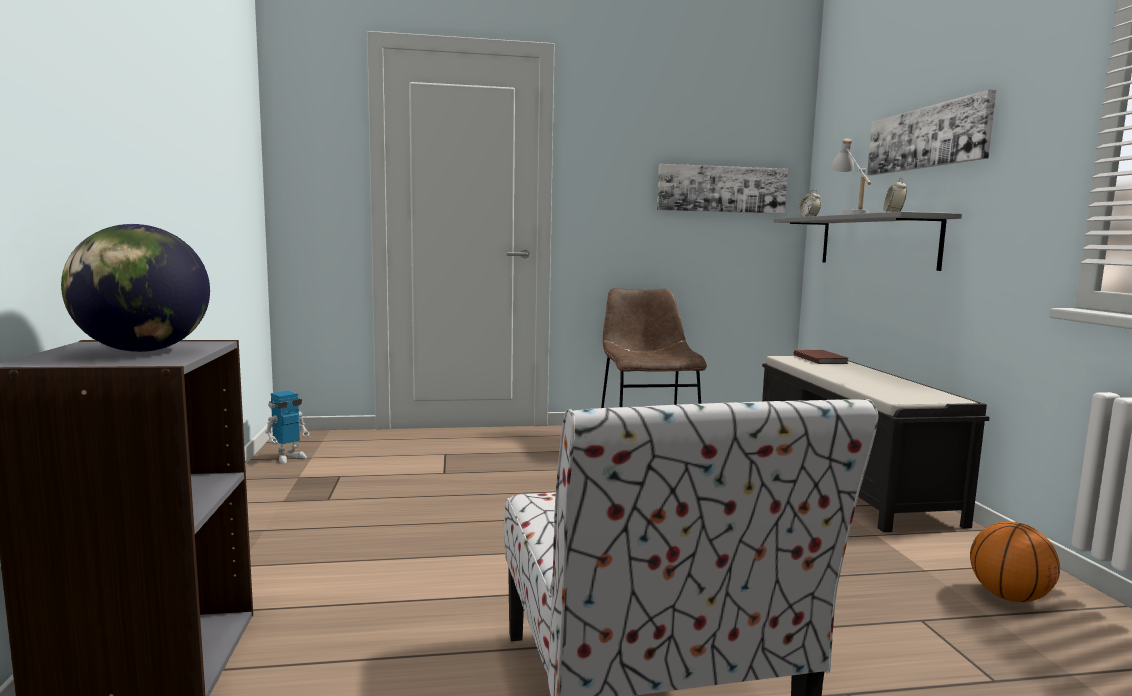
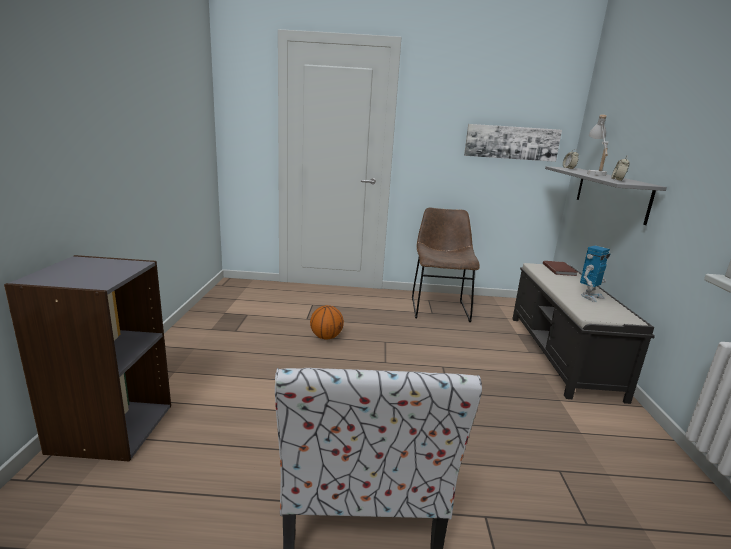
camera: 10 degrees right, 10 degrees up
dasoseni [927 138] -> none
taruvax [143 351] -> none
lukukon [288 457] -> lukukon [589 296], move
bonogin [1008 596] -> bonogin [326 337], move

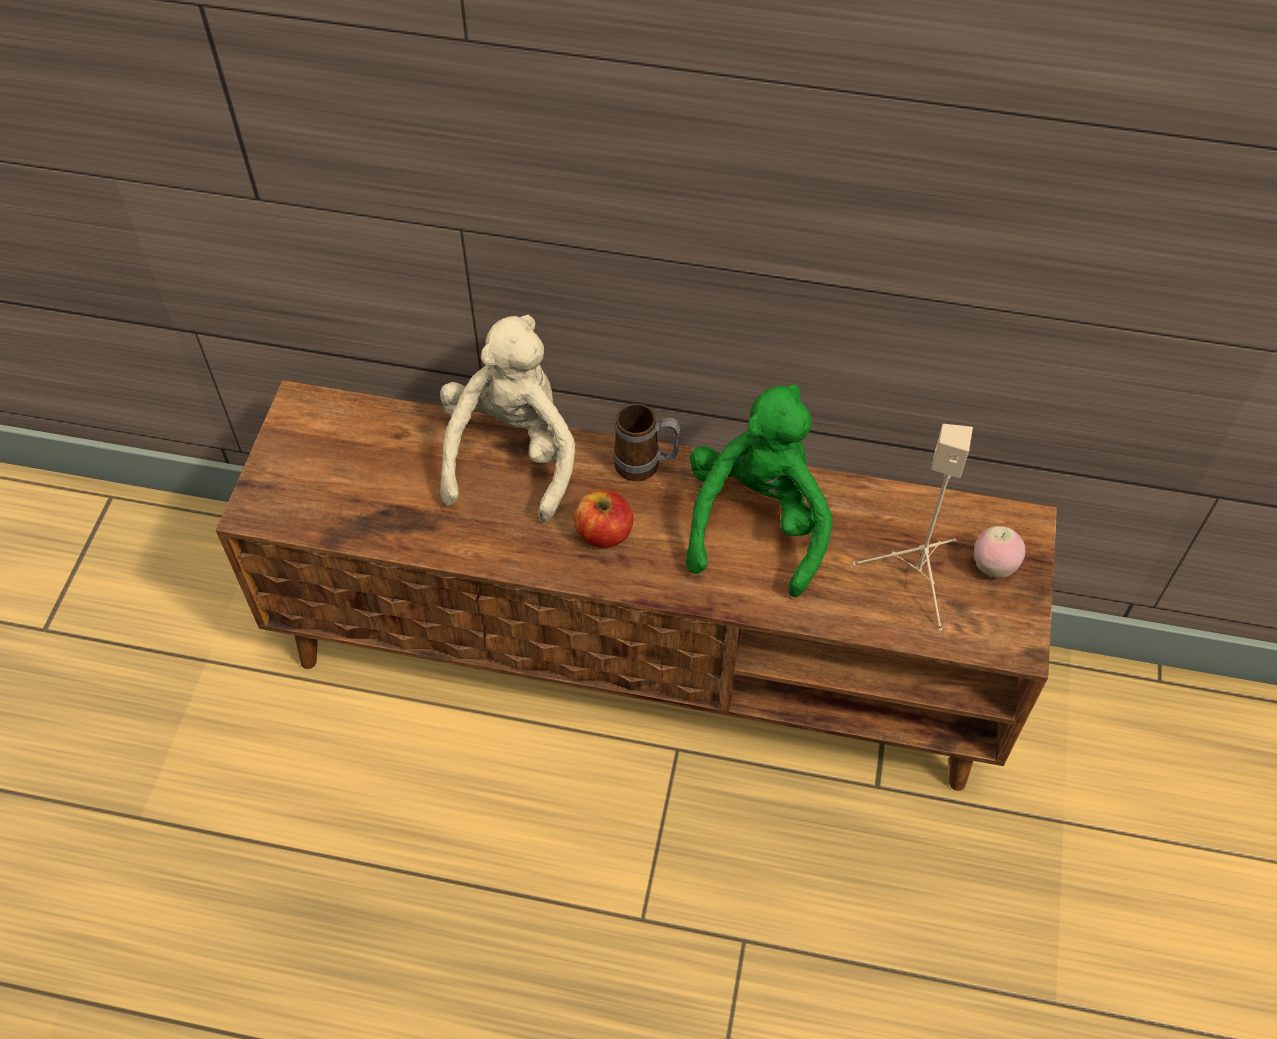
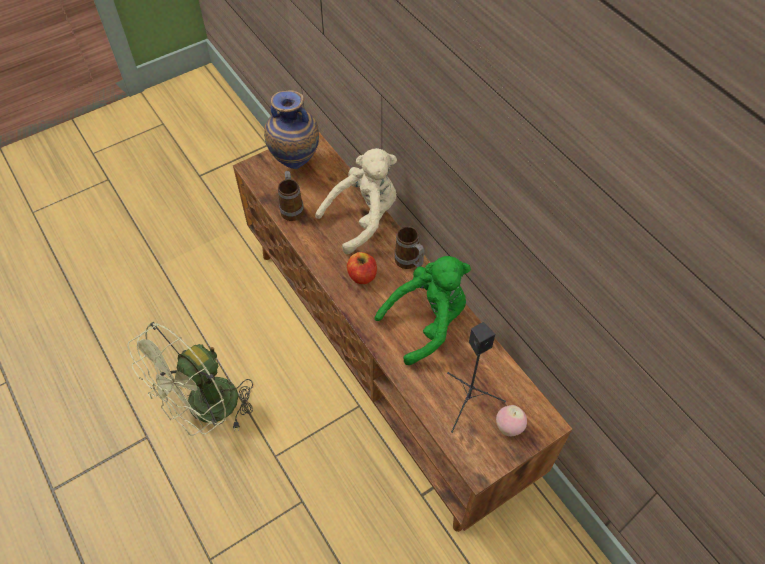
camera: 45 degrees right, 0 degrees up
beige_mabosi [916 576] -> black_mabosi [469 401]
none -> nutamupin [296 163]
none -> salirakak [292 208]
none -> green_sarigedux [205 410]

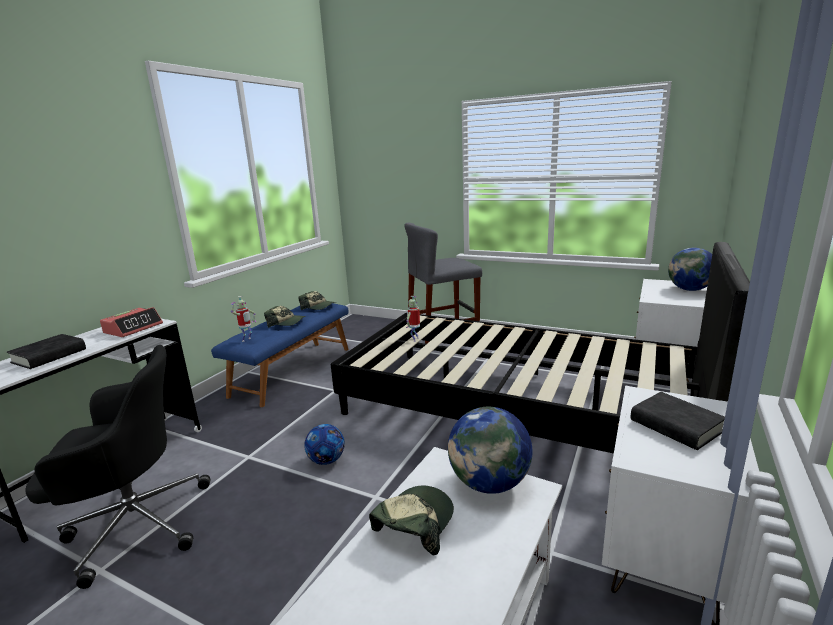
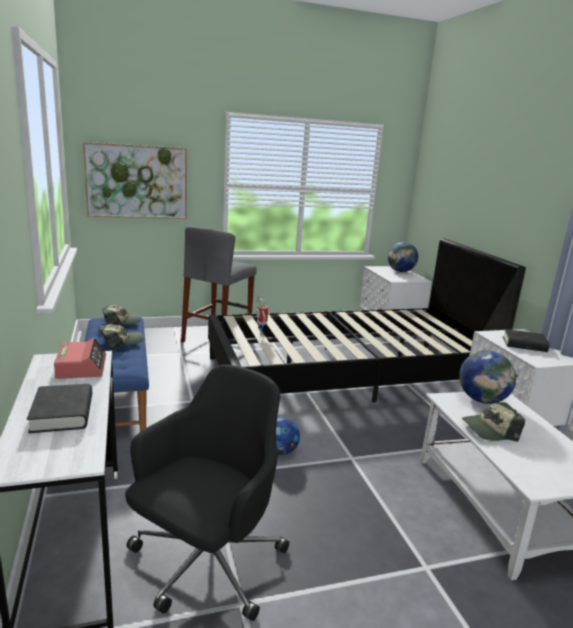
camera: 45 degrees left, 0 degrees up
lukukon [247 340] -> none
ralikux [414 524] -> ralikux [490 430], 90 degrees counterclockwise
none -> dasoseni [137 181]

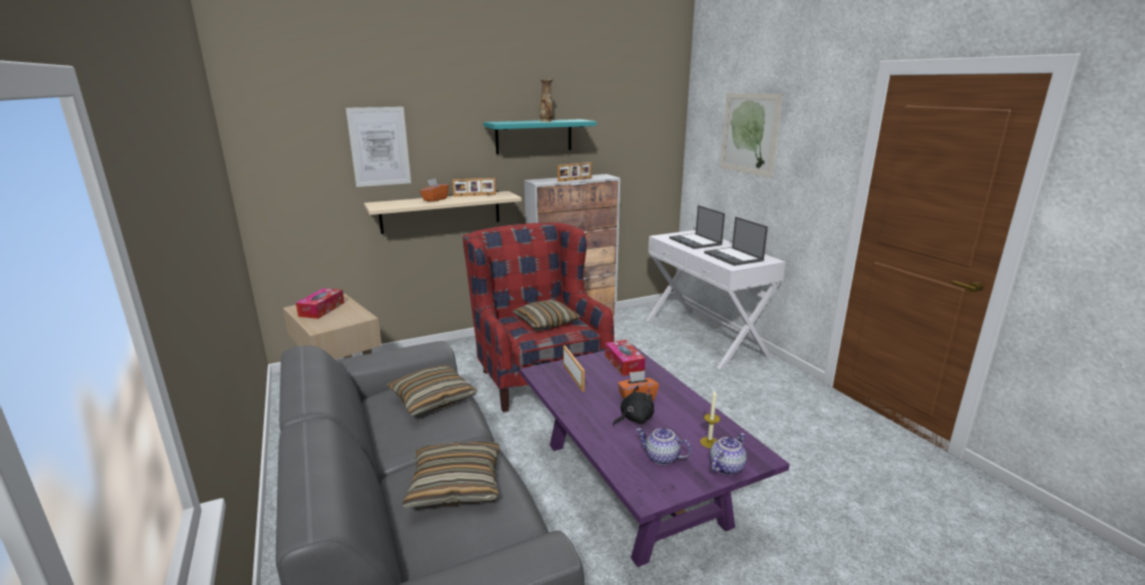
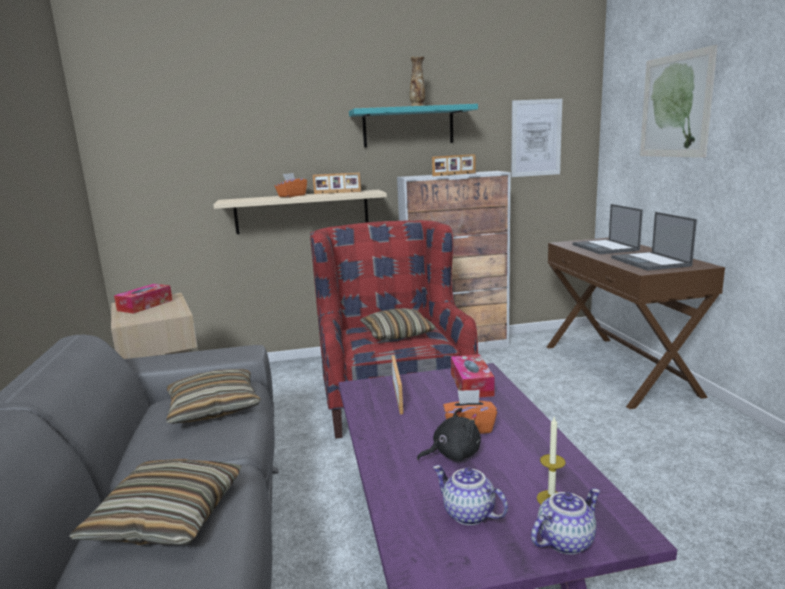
camera: 15 degrees right, 5 degrees down
dasoseni [379 146] -> dasoseni [536 138], move
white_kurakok [704 337] -> brown_kurakok [618 369]

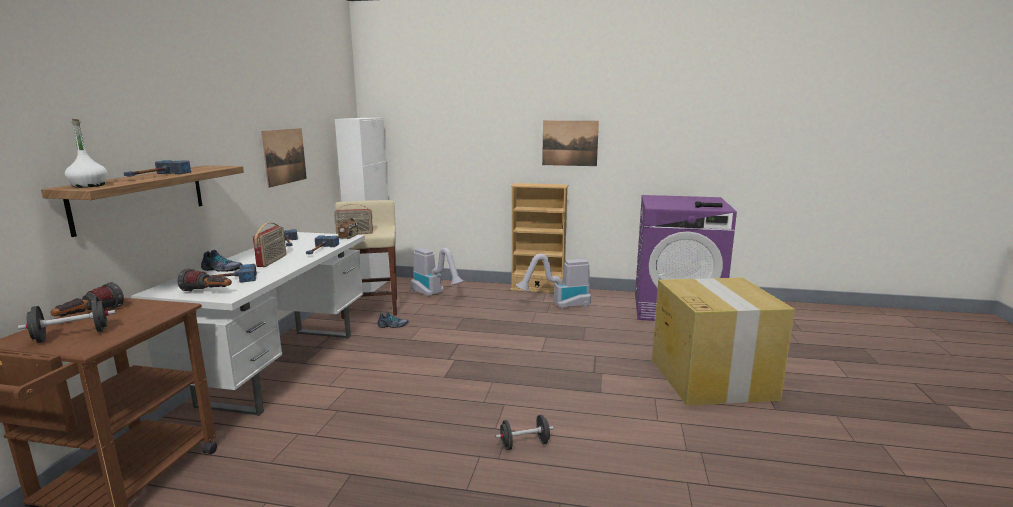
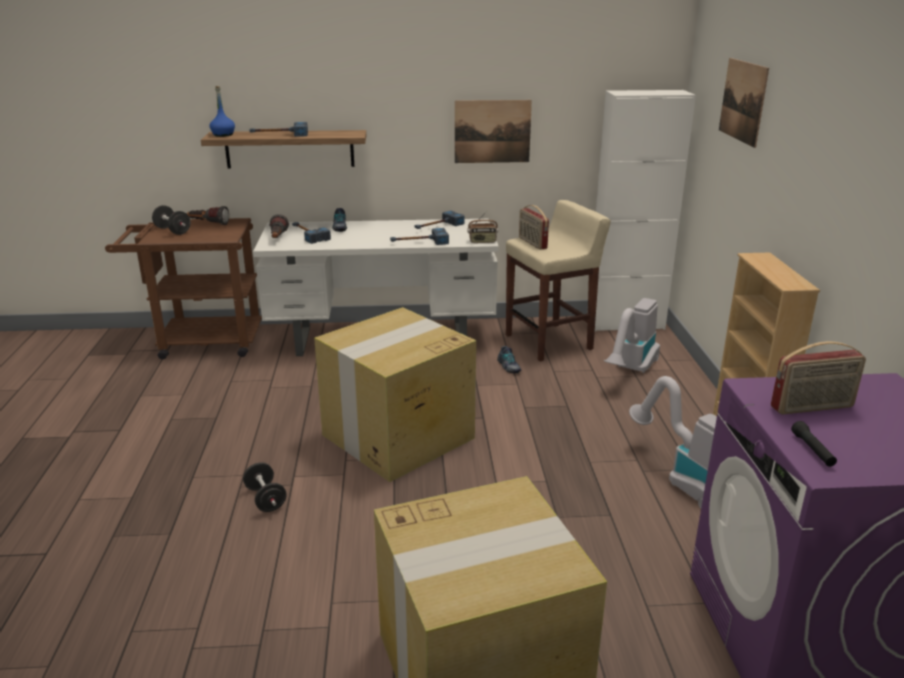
camera: 75 degrees right, 10 degrees up
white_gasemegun [89 185] -> blue_gasemegun [223 135]
dasoseni [570 143] -> dasoseni [743 101], move
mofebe [272 261] -> mofebe [812 408], move
none -> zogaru [396 437]

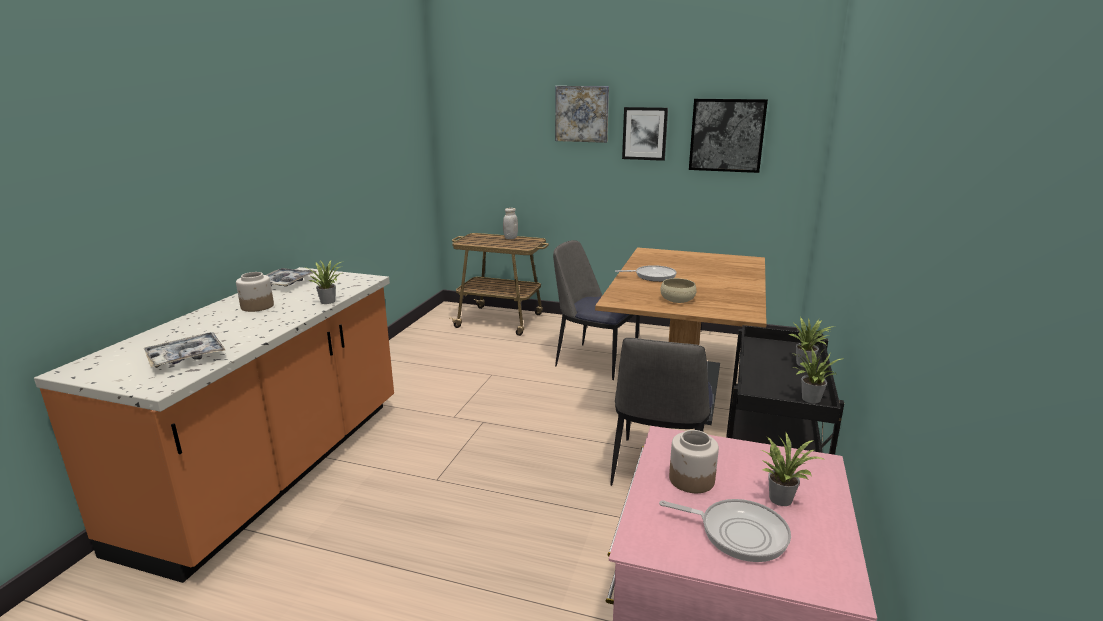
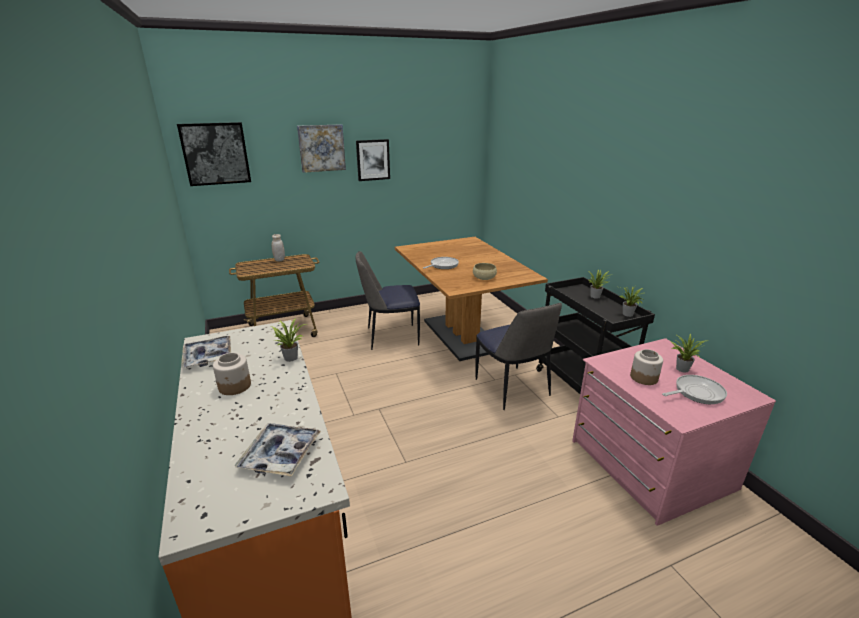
camera: 40 degrees left, 5 degrees up
dasoseni [727 135] -> dasoseni [215 154], move

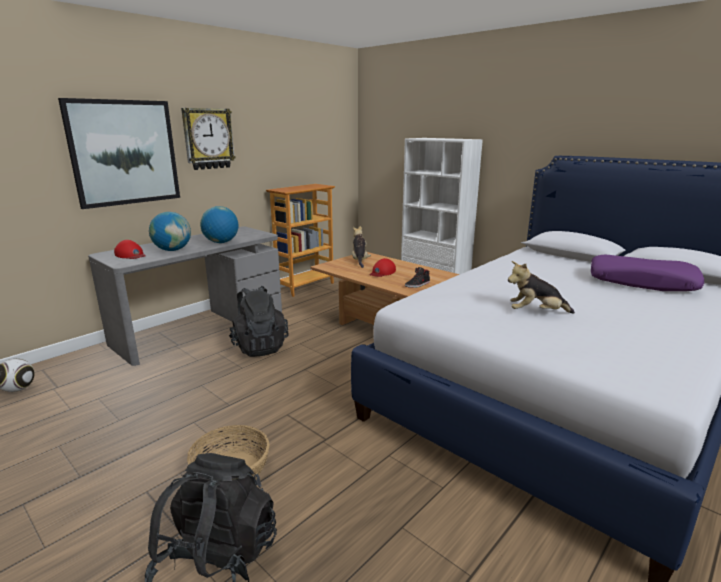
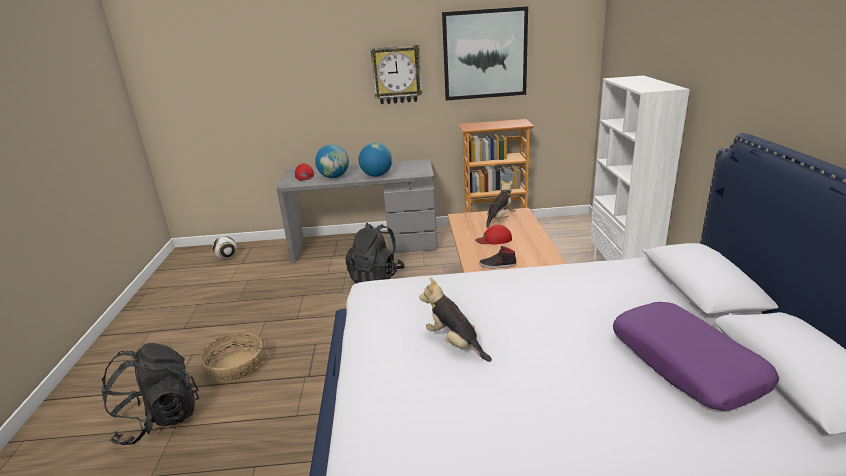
camera: 45 degrees right, 5 degrees up
dasoseni [124 153] -> dasoseni [485 54], move

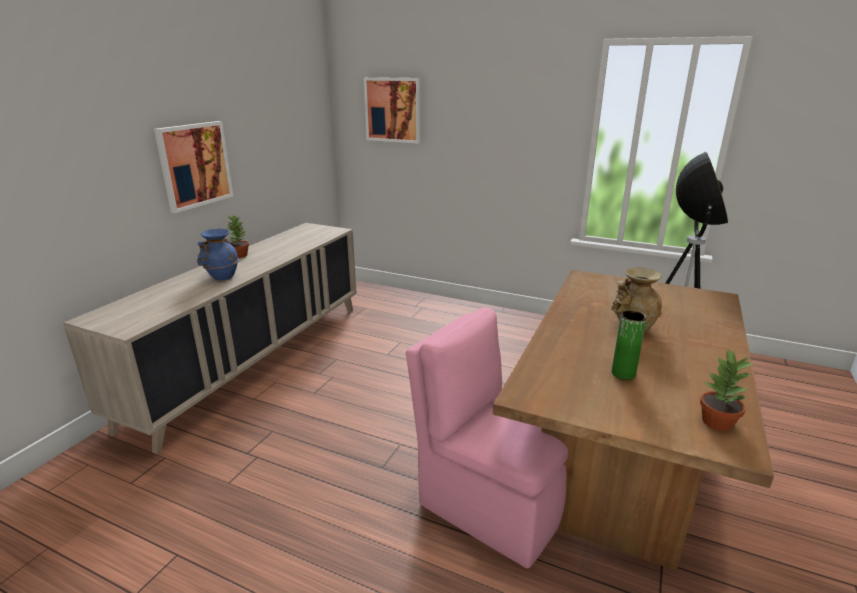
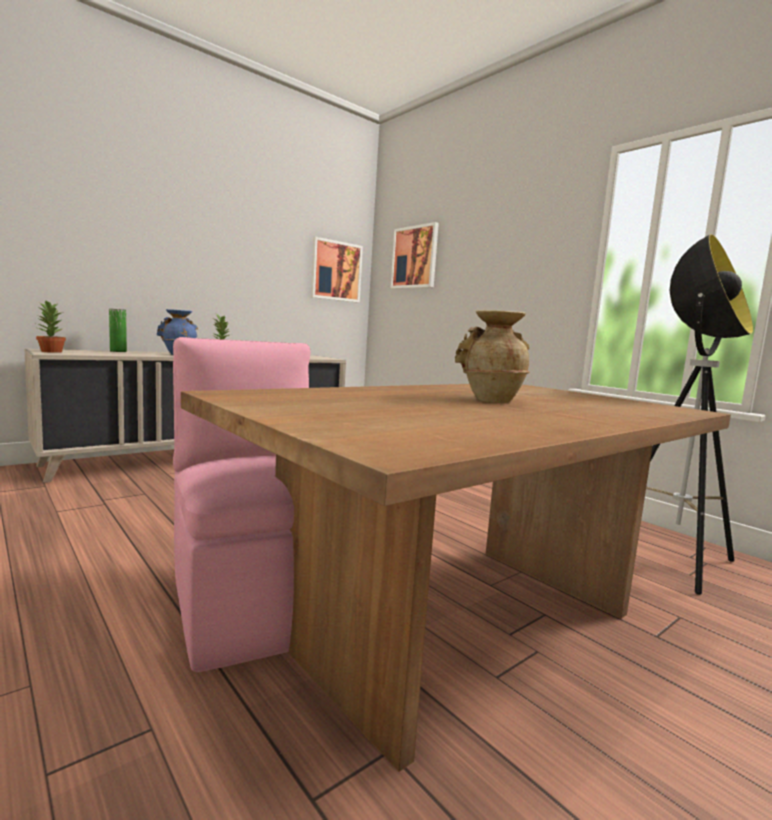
camera: 25 degrees right, 15 degrees down
dasoseni [195 165] -> dasoseni [336 271], move
green_nutamupin [623 373] -> green_nutamupin [118 351], move
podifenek [717 422] -> podifenek [51 351], move

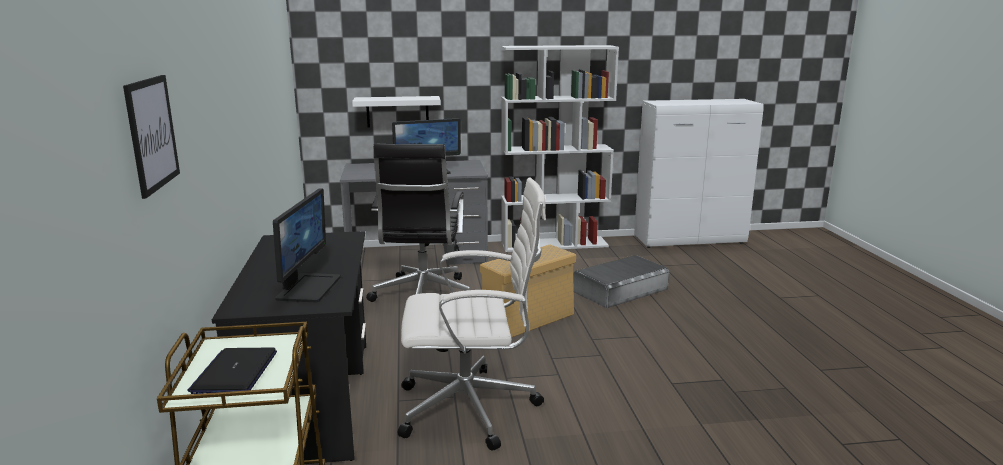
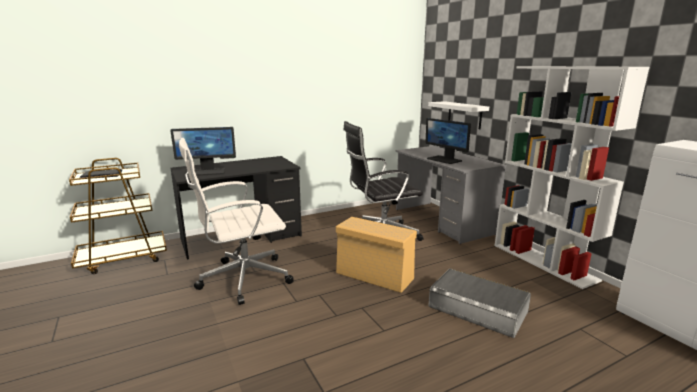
camera: 70 degrees right, 0 degrees up
dasoseni [152 133] -> none
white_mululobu [472 408] -> white_mululobu [242 279], 90 degrees clockwise

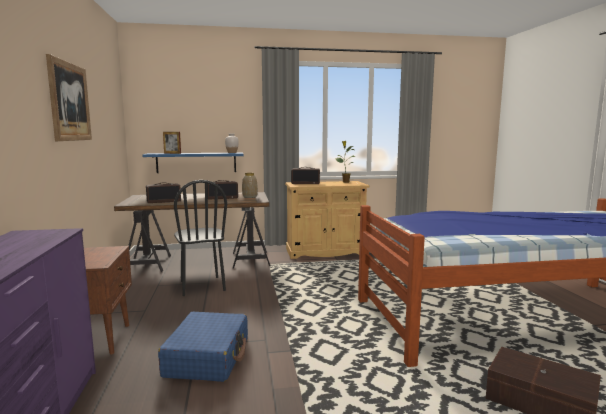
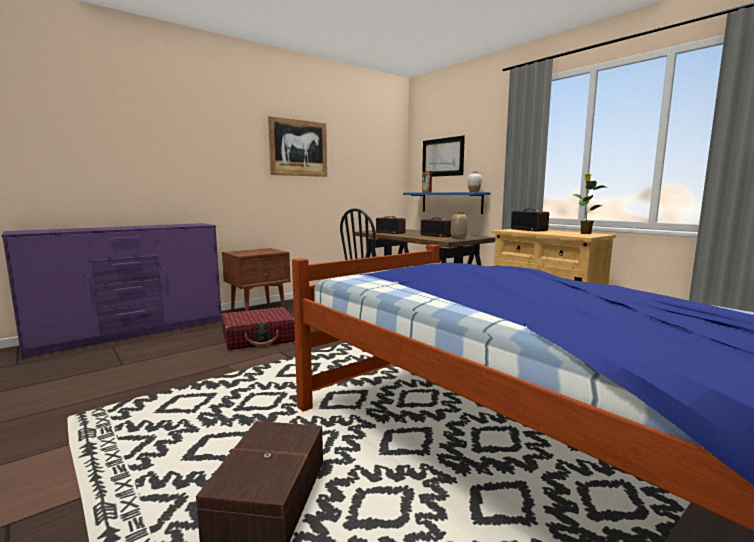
camera: 60 degrees right, 0 degrees up
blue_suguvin [208 357] -> red_suguvin [259 338]
none -> dasoseni [442 157]

